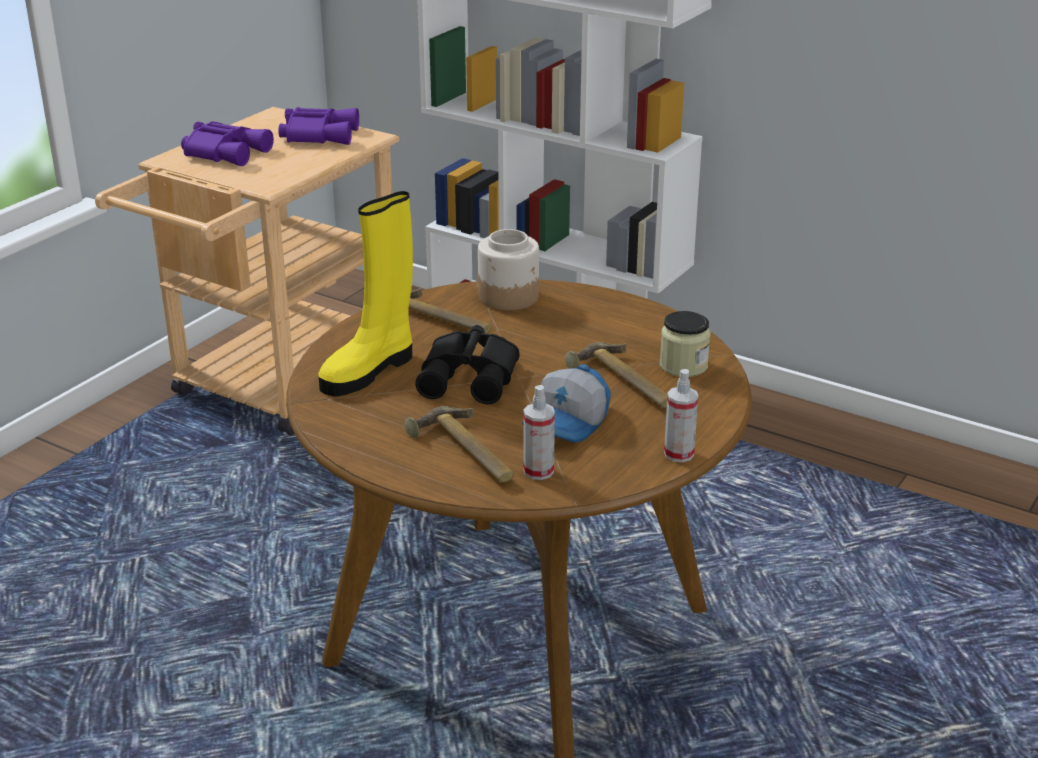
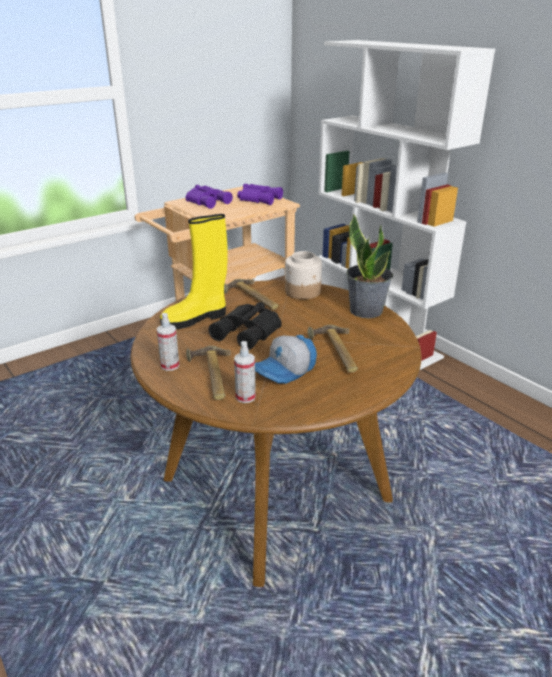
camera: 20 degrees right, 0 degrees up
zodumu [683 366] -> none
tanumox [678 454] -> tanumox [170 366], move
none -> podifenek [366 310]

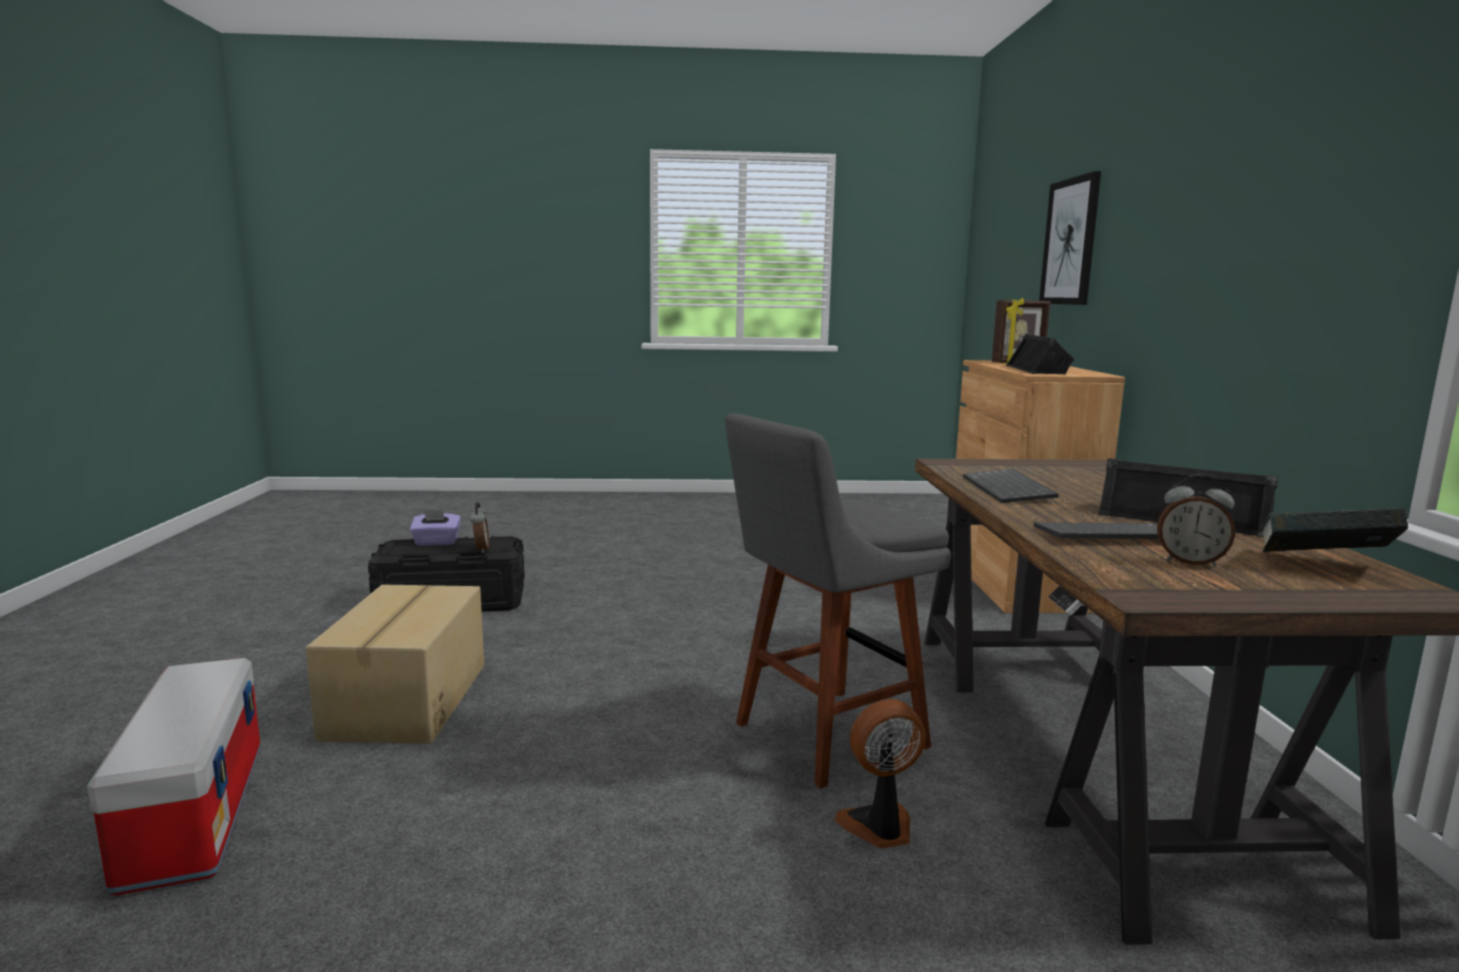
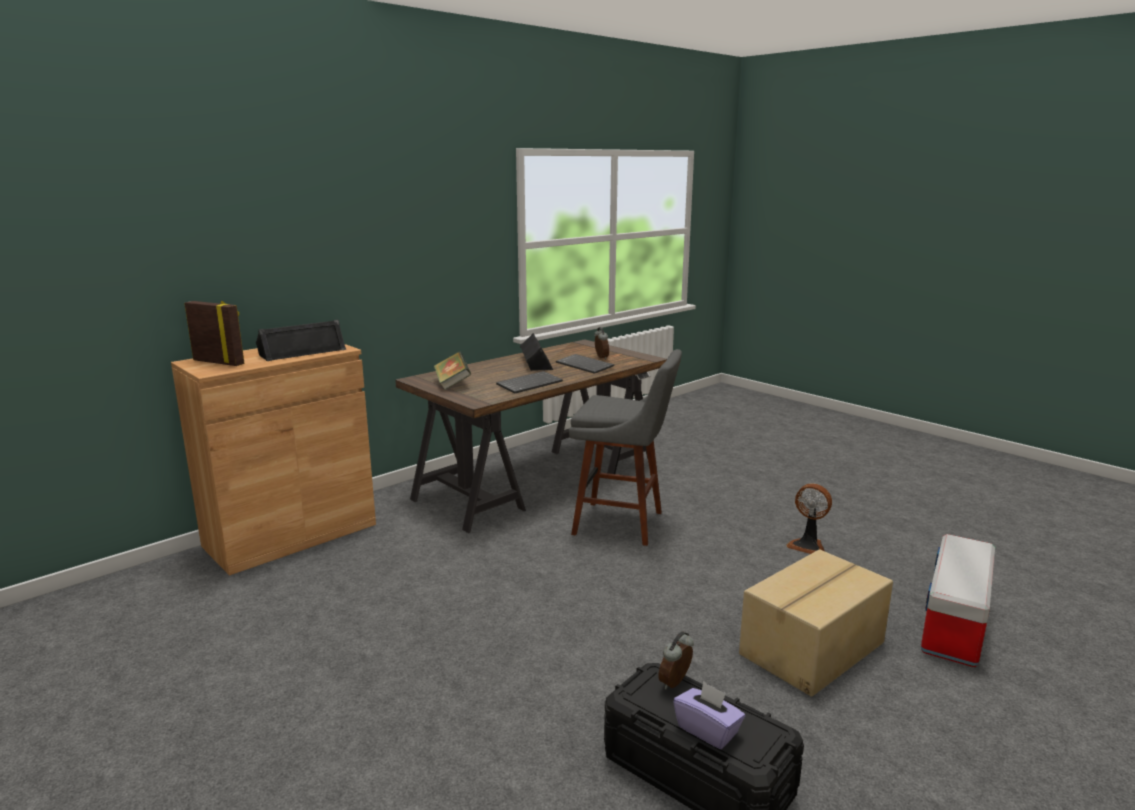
camera: 130 degrees left, 5 degrees up
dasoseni [1070 242] -> none
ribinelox [1322 565] -> ribinelox [452 384], move
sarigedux [879 828] -> sarigedux [808 546], move

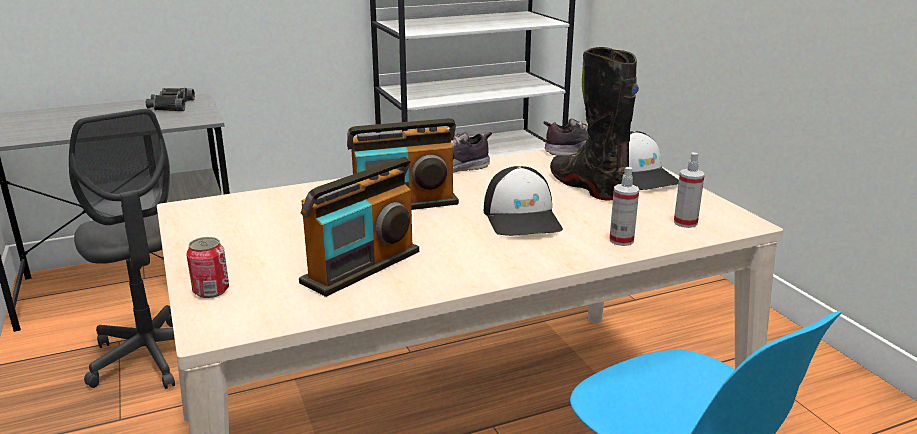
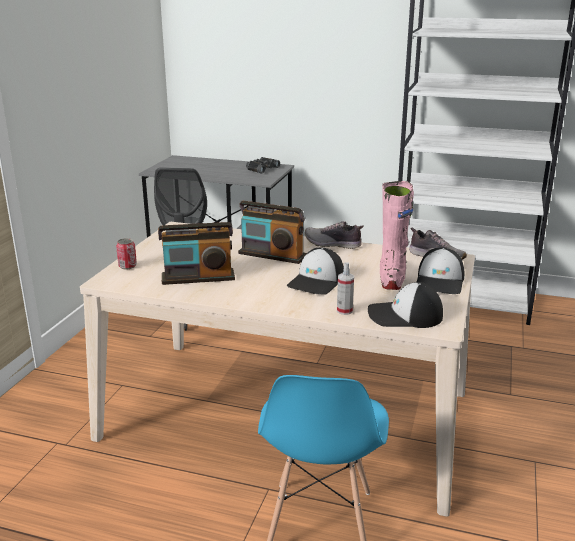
camera: 40 degrees right, 0 degrees up
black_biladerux [588 187] -> pink_biladerux [392 277]
tanumox [685 223] -> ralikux [404 316]

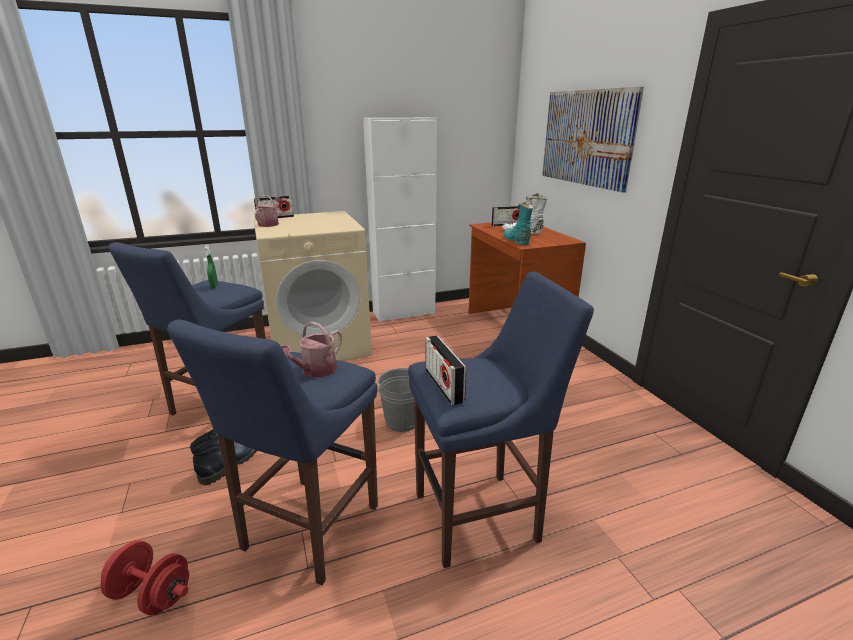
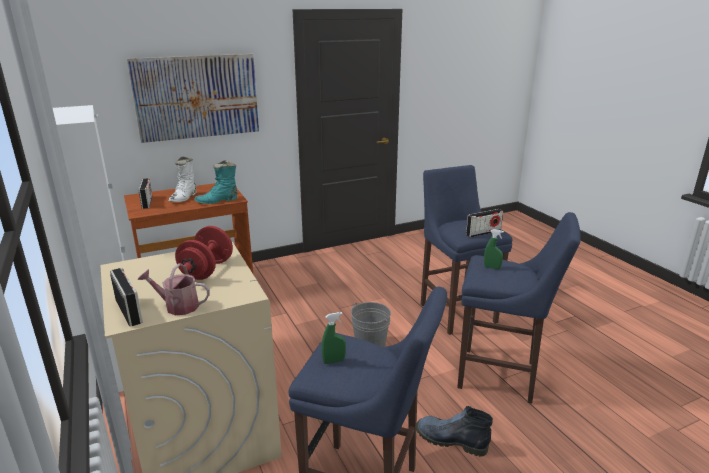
camera: 95 degrees left, 0 degrees up
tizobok [315 371] -> green_tanumox [492 267]
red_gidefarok [152 594] -> red_gidefarok [207 270], move

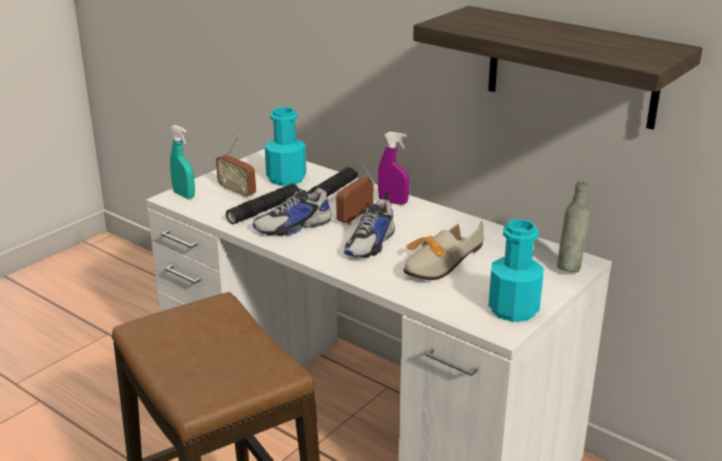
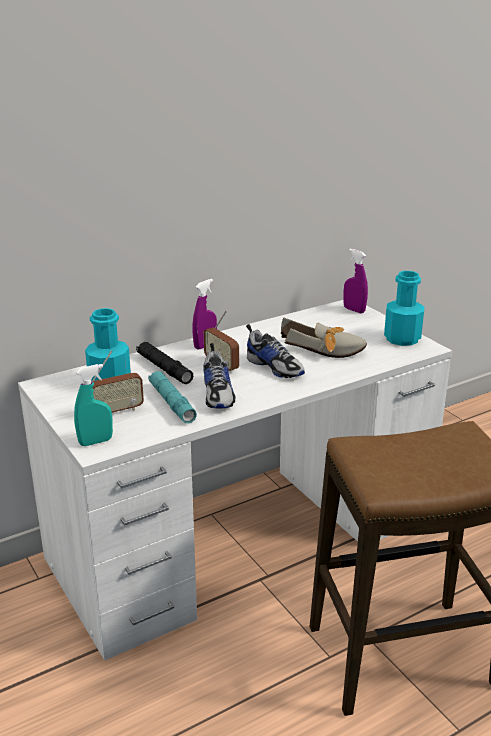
camera: 70 degrees left, 0 degrees up
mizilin [571 67] -> none
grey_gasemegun [569 267] -> purple_tanumox [354 310]
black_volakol [265 210] -> turquoise_volakol [172 403]
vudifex [437 265] -> vudifex [326 350], 45 degrees counterclockwise

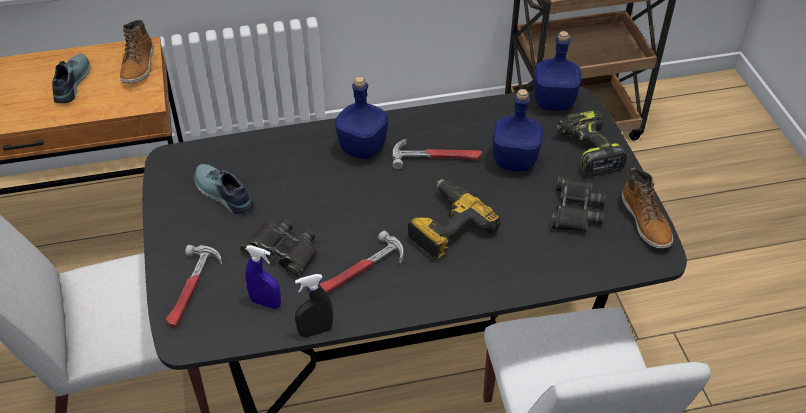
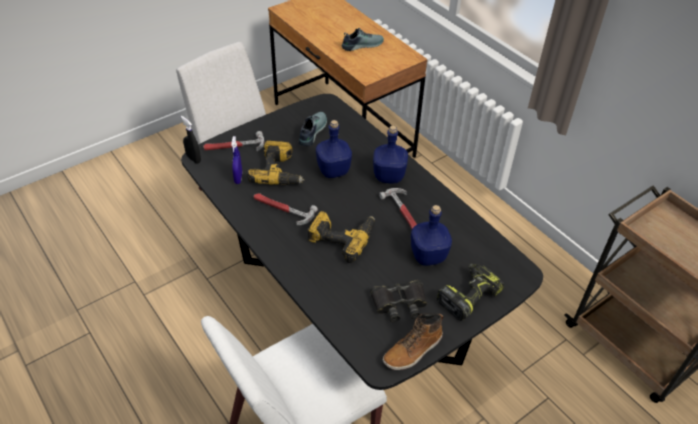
camera: 65 degrees right, 0 degrees up
biladerux [139 65] -> none
blue_gasemegun [554 102] -> blue_gasemegun [334 171], move
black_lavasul [283 252] -> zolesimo [279 172]
black_tanumox [315 331] -> black_tanumox [193 159], move

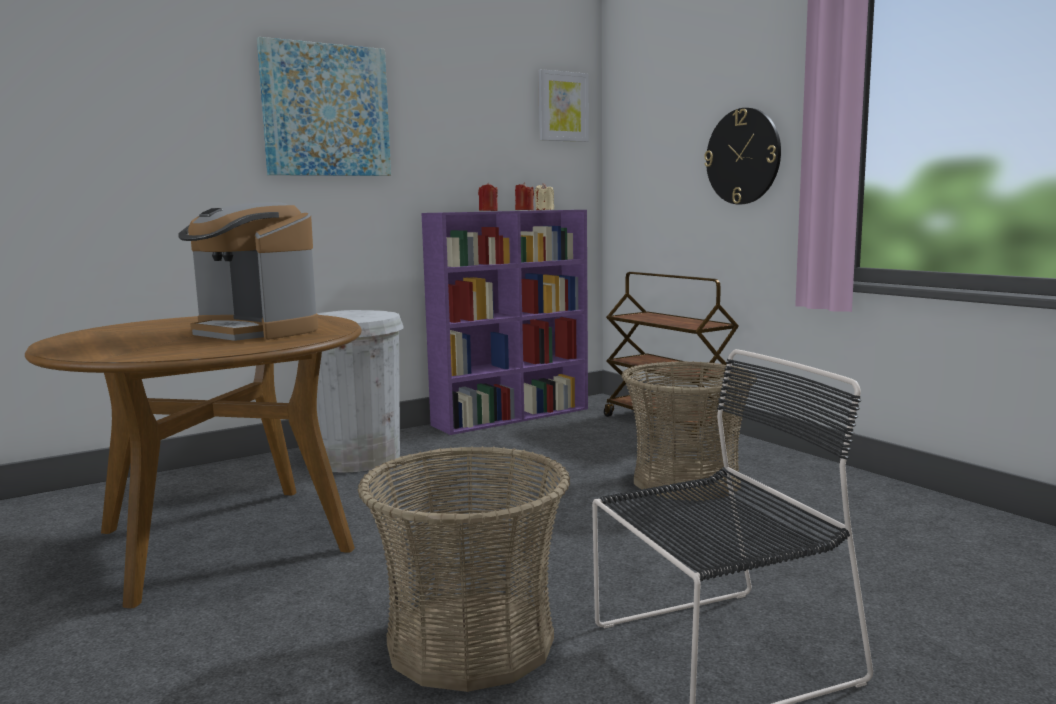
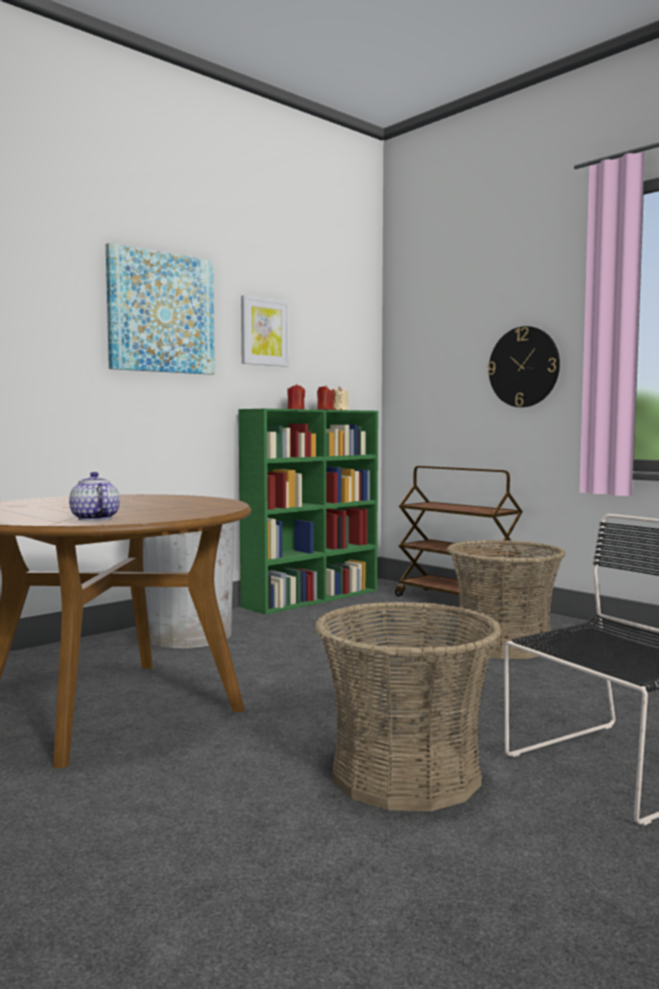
camera: 10 degrees left, 5 degrees down
dasoseni [562 106] -> dasoseni [264 332], move
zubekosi [255 332] -> none
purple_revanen [513 416] -> green_revanen [313 598]
none -> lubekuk [94 518]

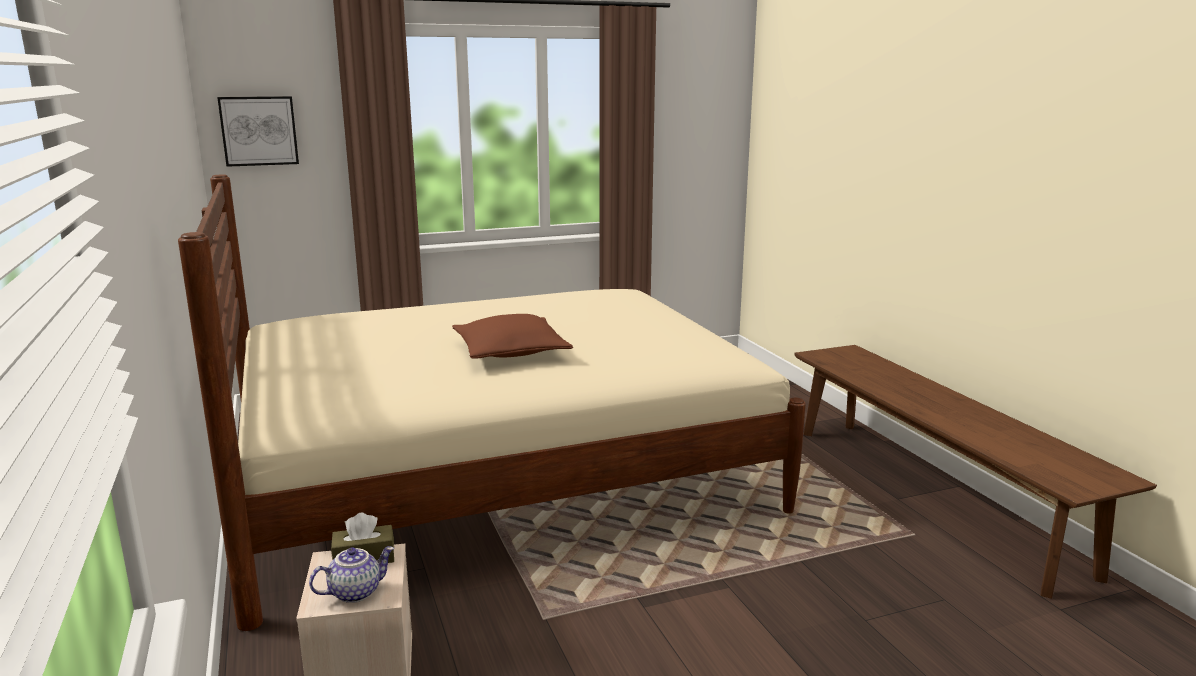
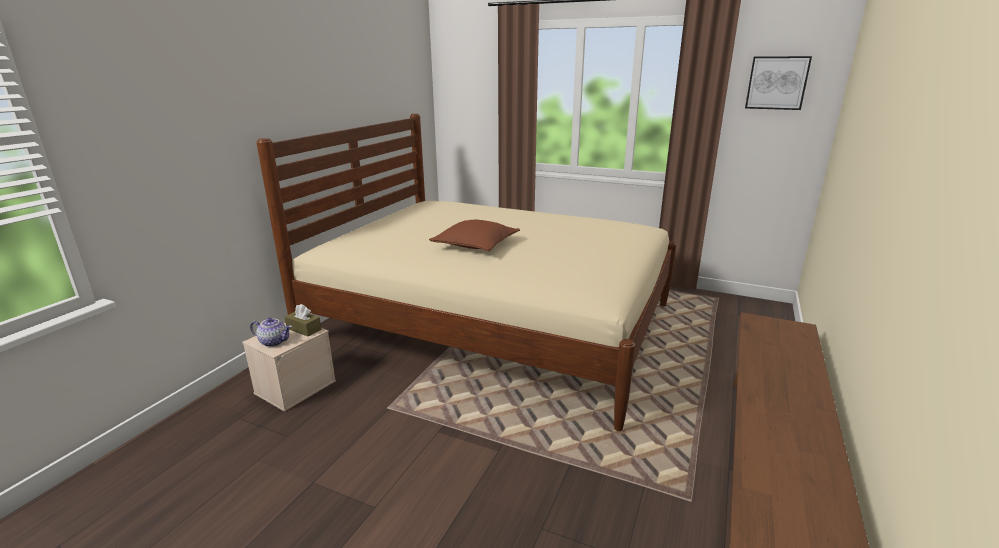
camera: 45 degrees right, 5 degrees up
dasoseni [259 131] -> dasoseni [777 83], move

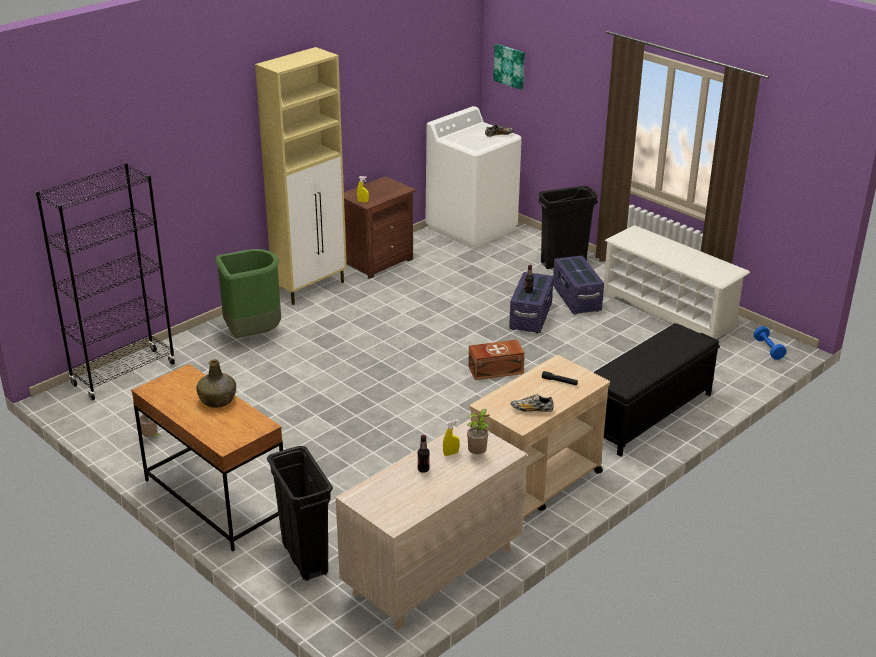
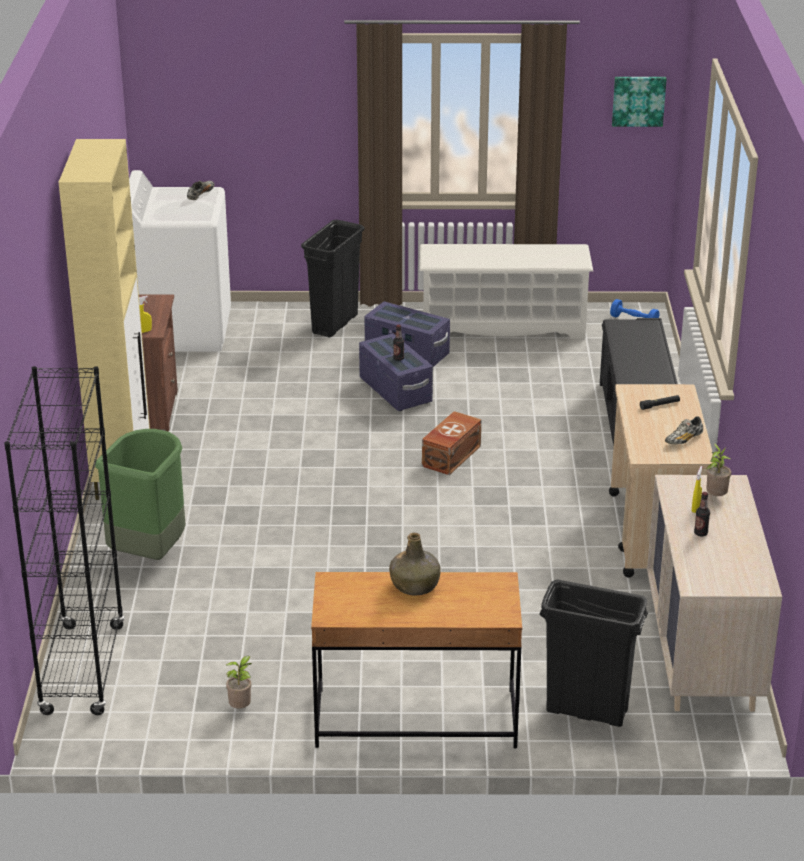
camera: 45 degrees left, 0 degrees up
dasoseni [510 66] -> dasoseni [638 100], move

